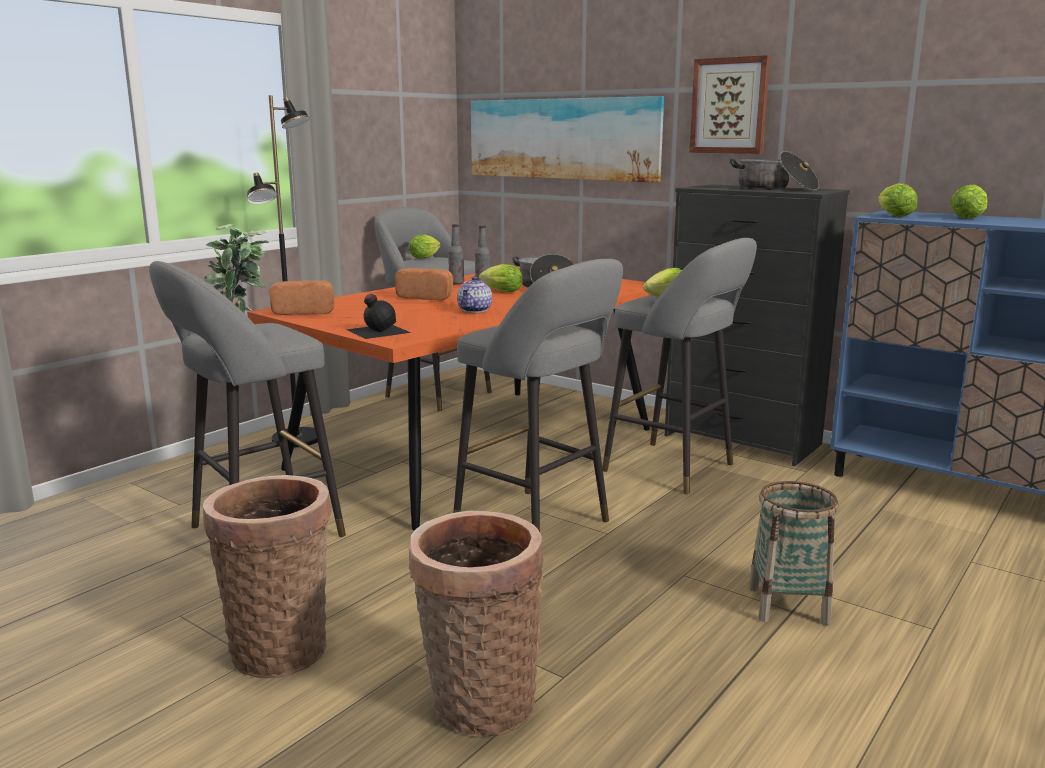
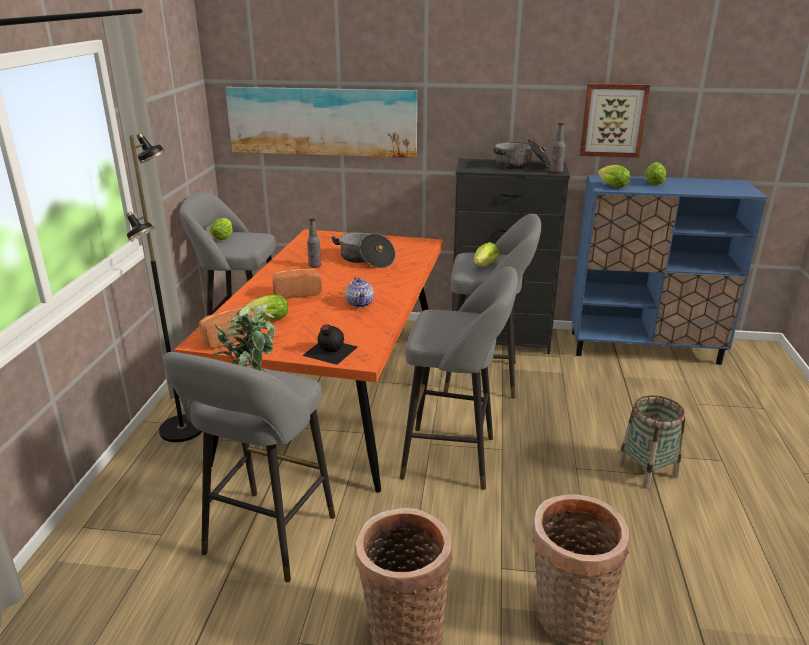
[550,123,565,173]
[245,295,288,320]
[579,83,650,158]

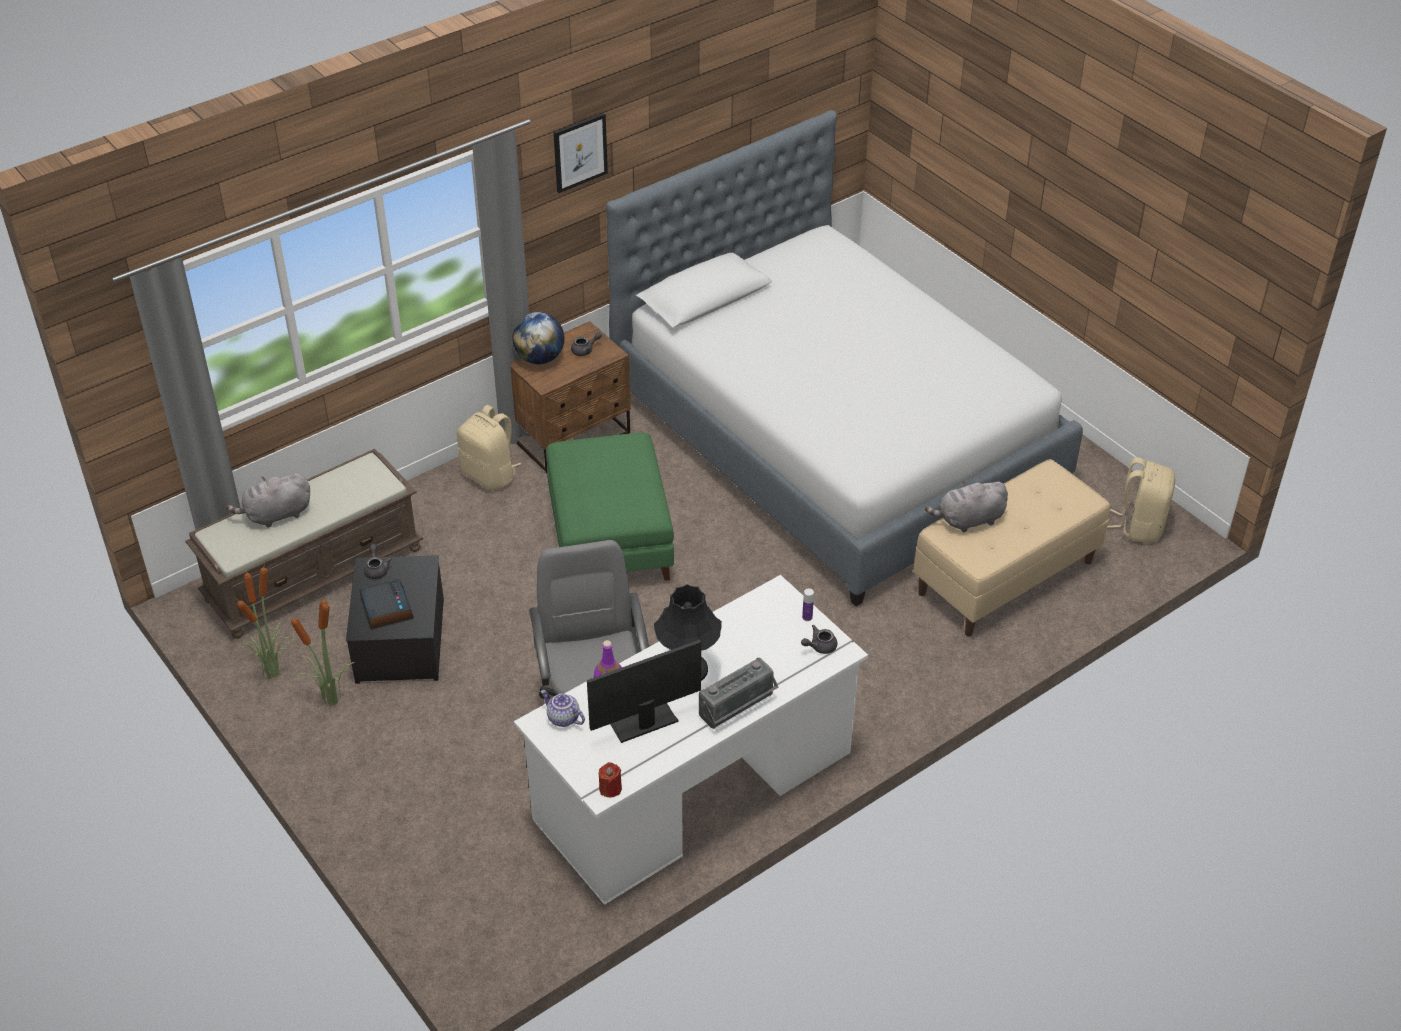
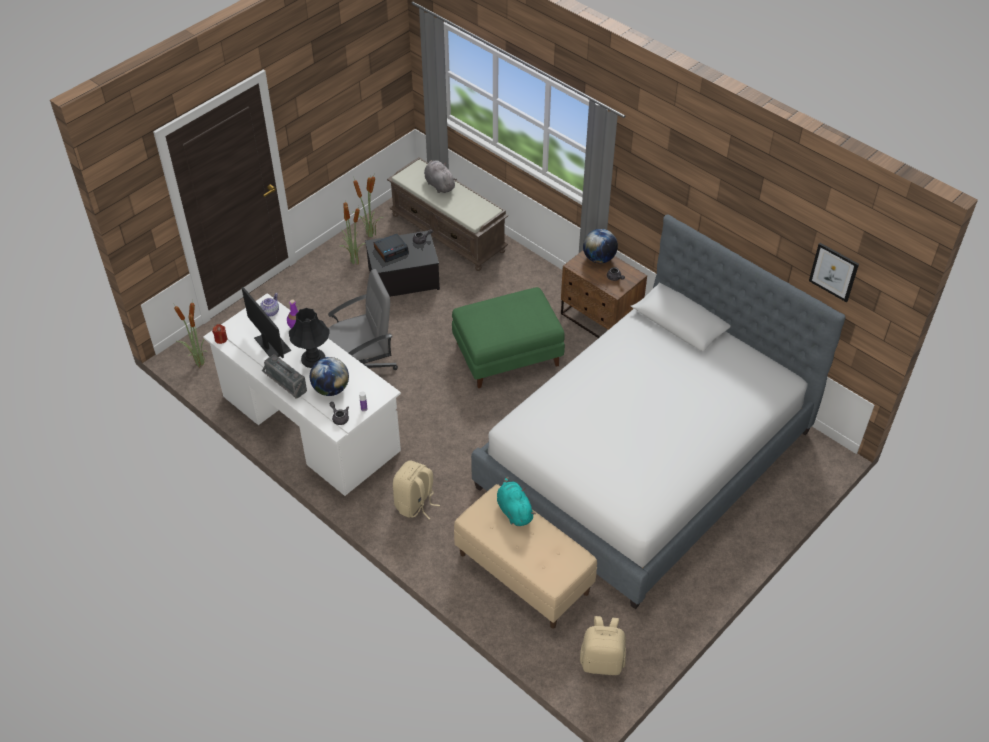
[174,300,208,367]
[310,357,349,396]
[393,460,440,519]
[809,243,859,302]
[497,476,536,526]

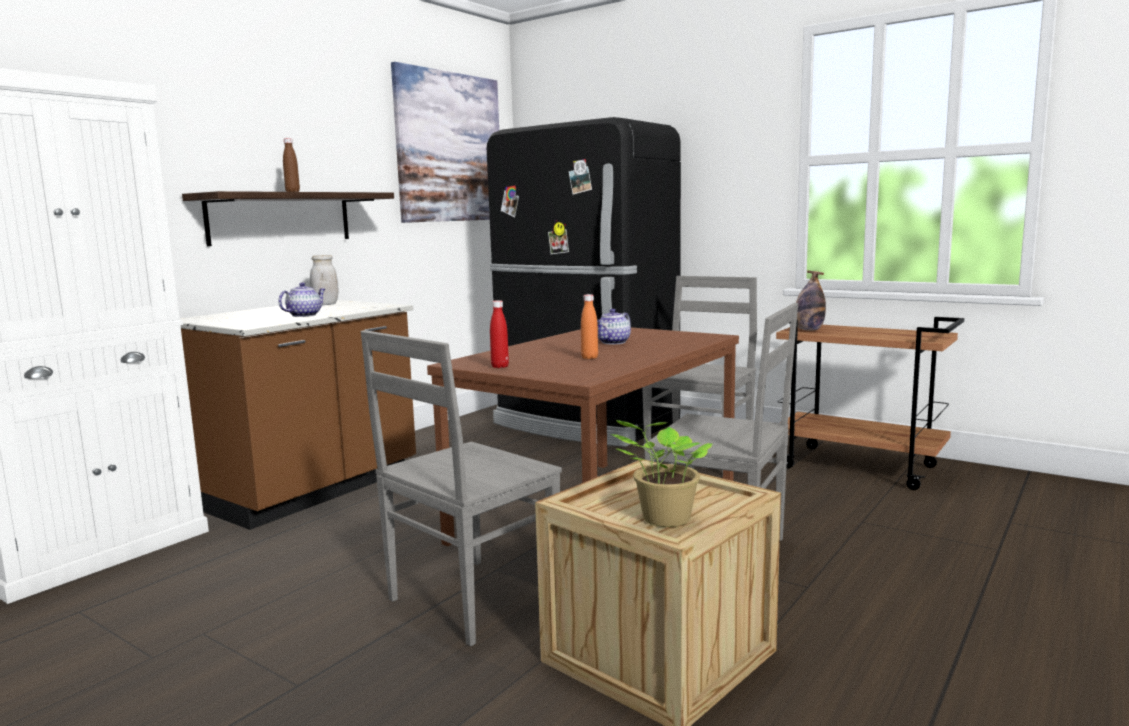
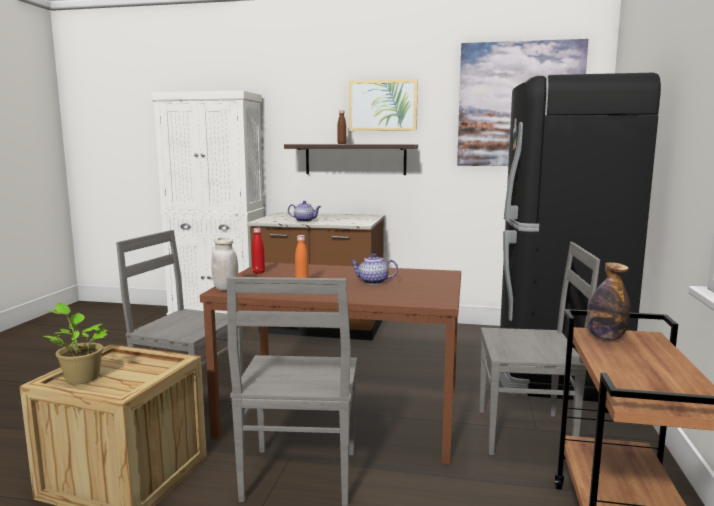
[349,80,418,131]
[211,238,238,291]

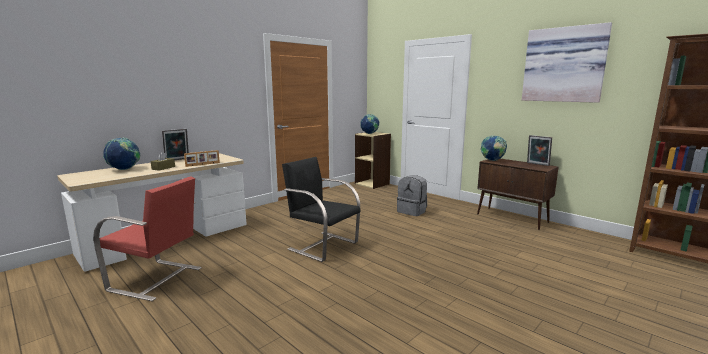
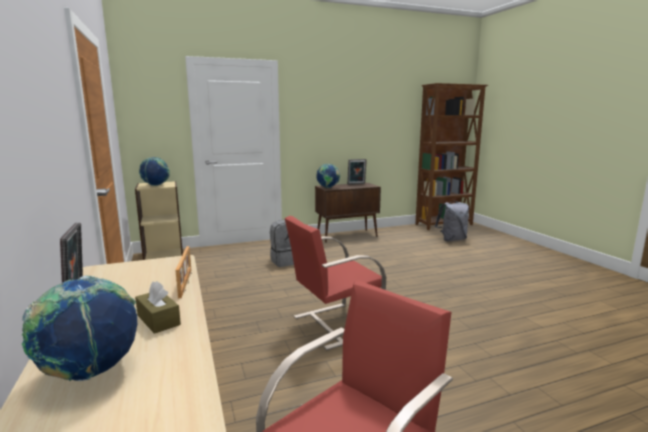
[522,22,612,103] (first image)
[435,201,469,241]
[285,216,386,350]

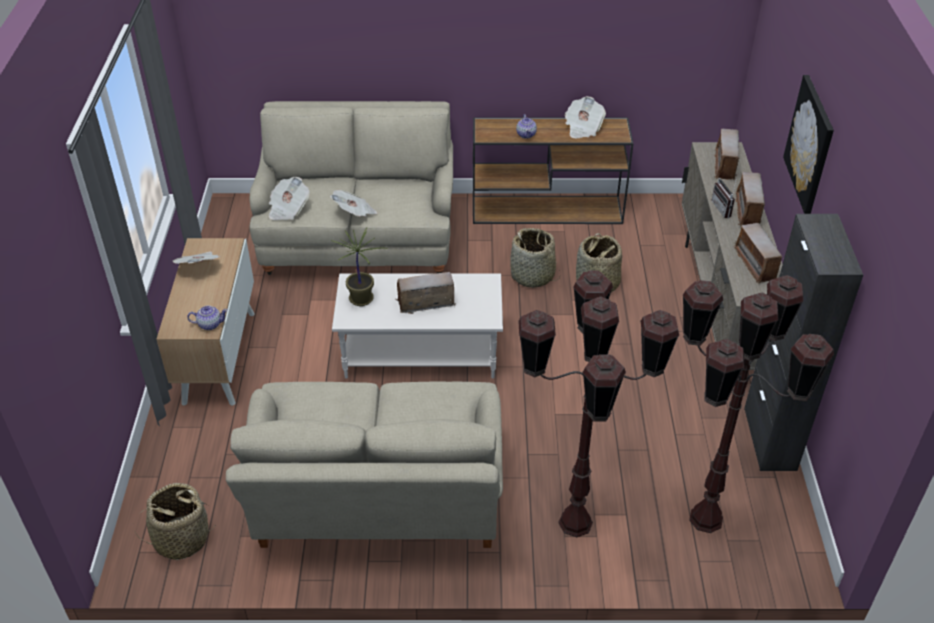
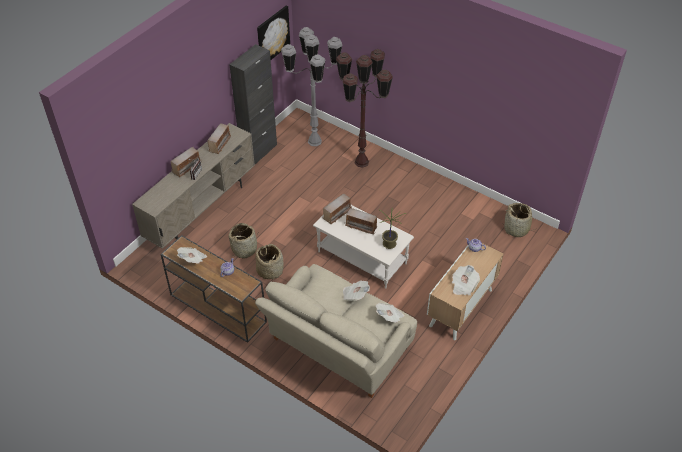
[226,382,503,548] (first image)
[322,194,352,224]
[257,5,290,60]
[281,27,342,147]

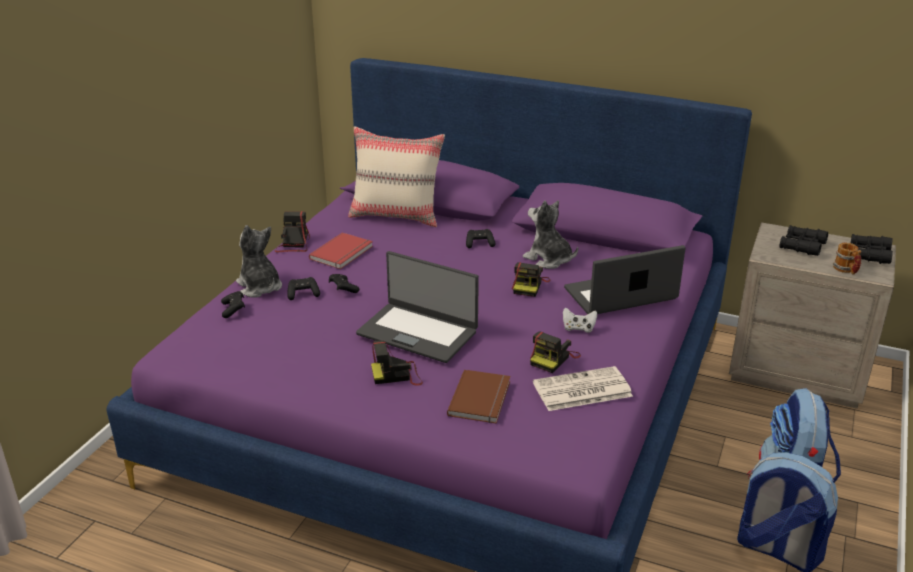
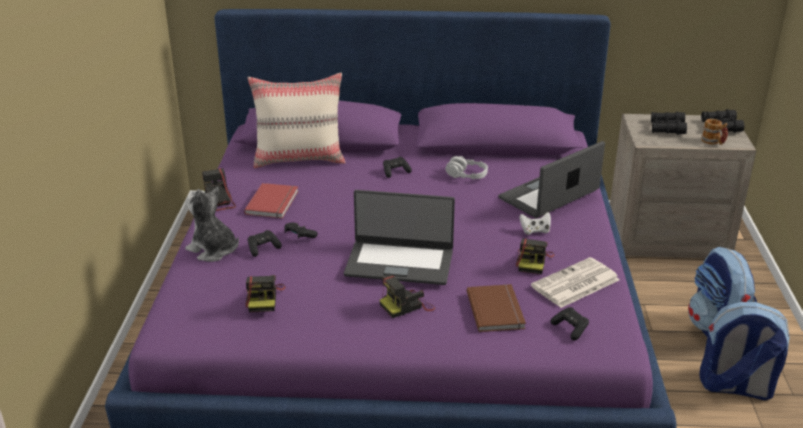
[551,307,589,340]
[245,275,285,312]
[445,156,488,179]

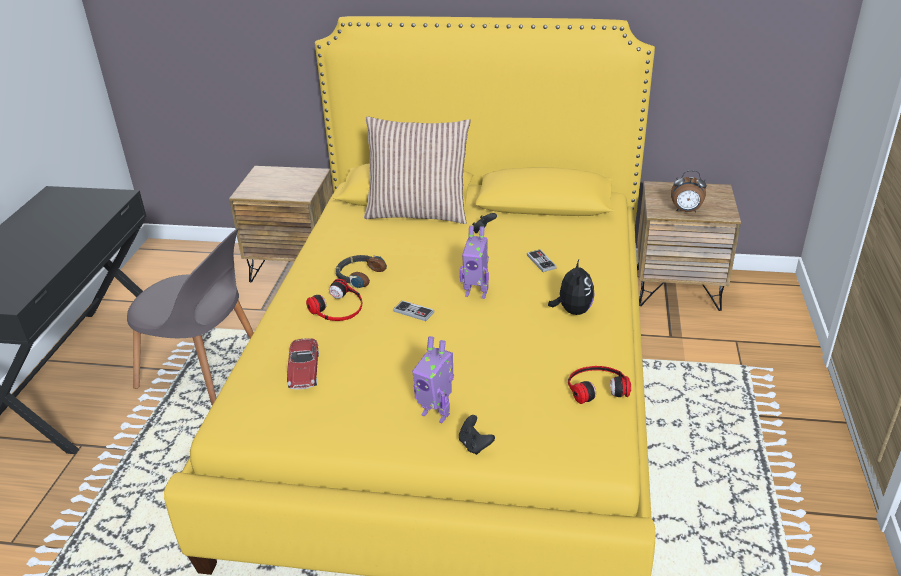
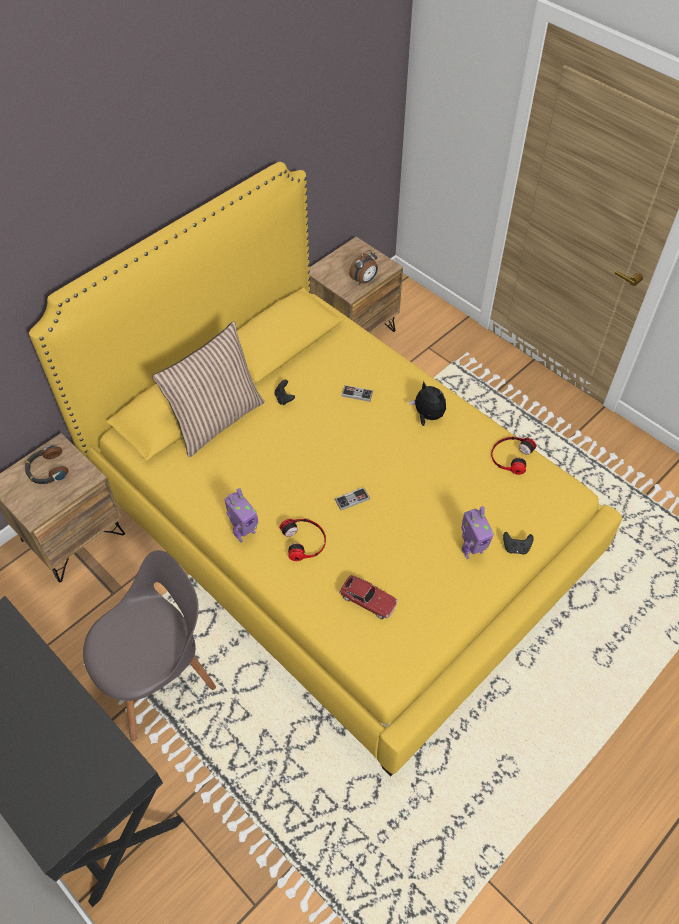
[25,445,69,484]
[224,488,258,543]

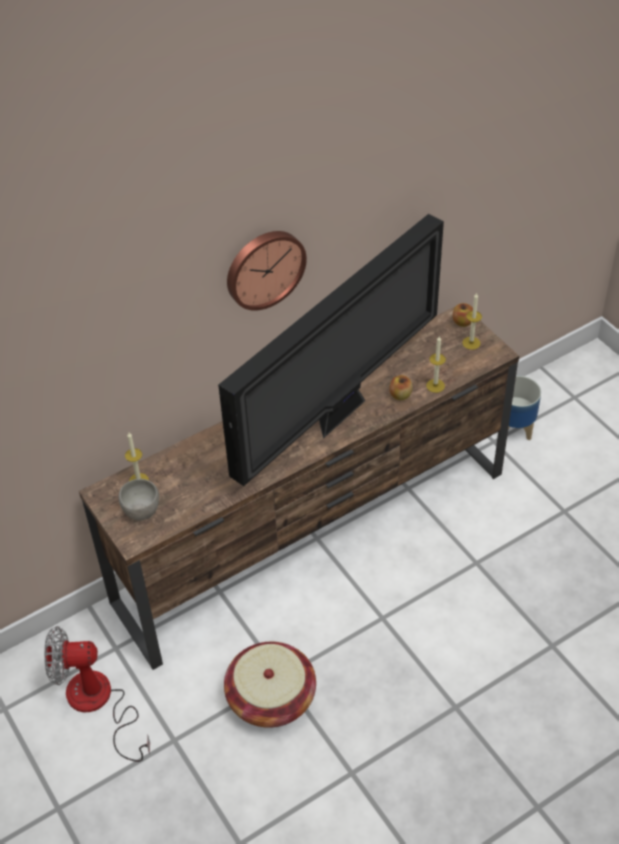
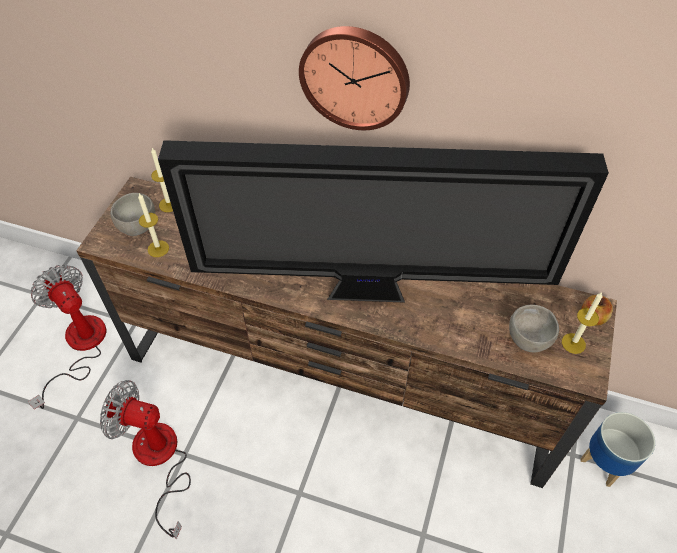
[389,375,413,400] (first image)
[509,305,559,352]
[138,193,169,257]
[100,380,191,540]

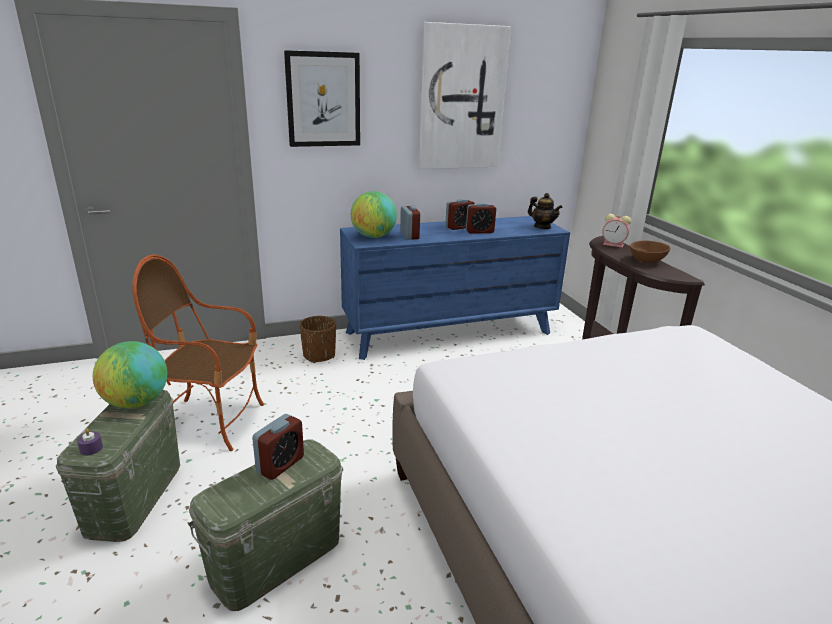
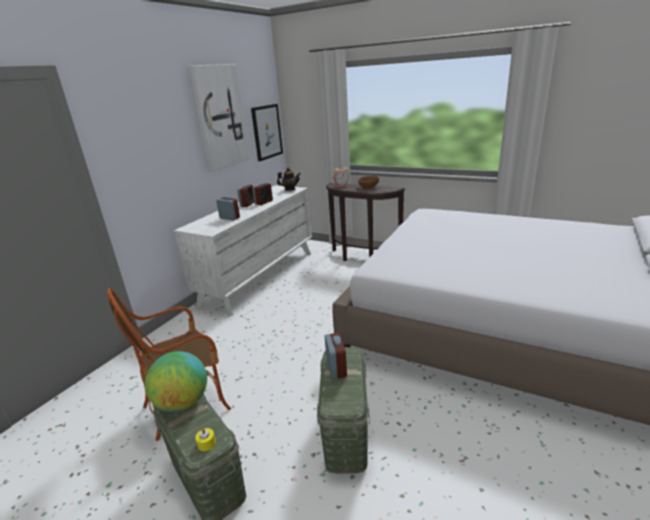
[300,316,336,363] (first image)
[351,191,397,238] (first image)
[251,104,283,161]
[195,428,216,451]
[174,185,312,317]

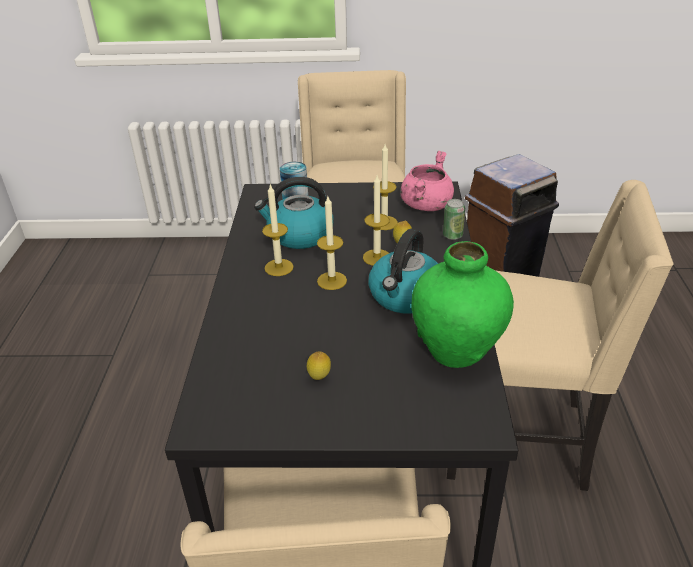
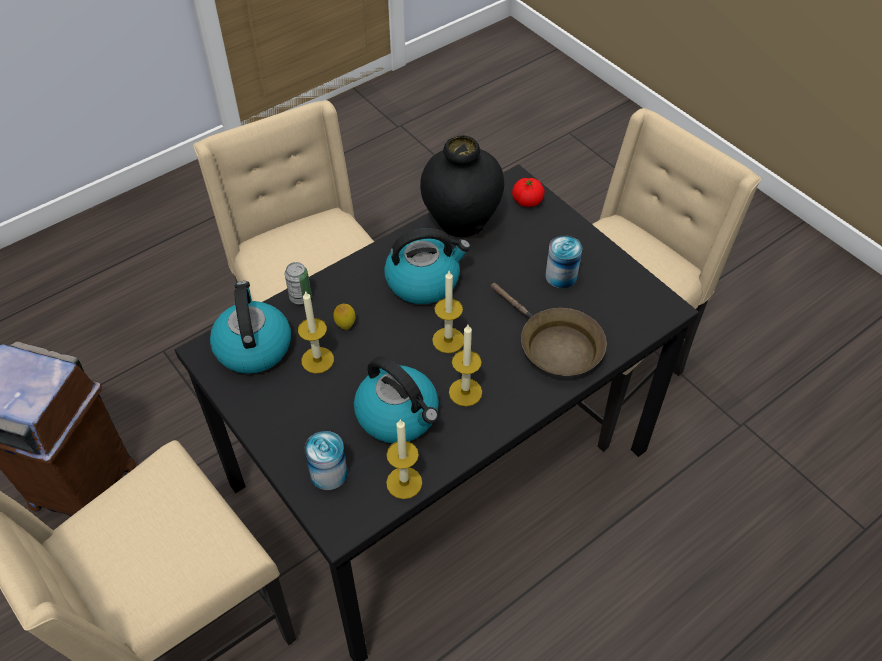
[491,283,607,377]
[512,178,545,207]
[386,419,422,499]
[545,235,582,289]
[210,281,291,374]
[420,135,504,237]

